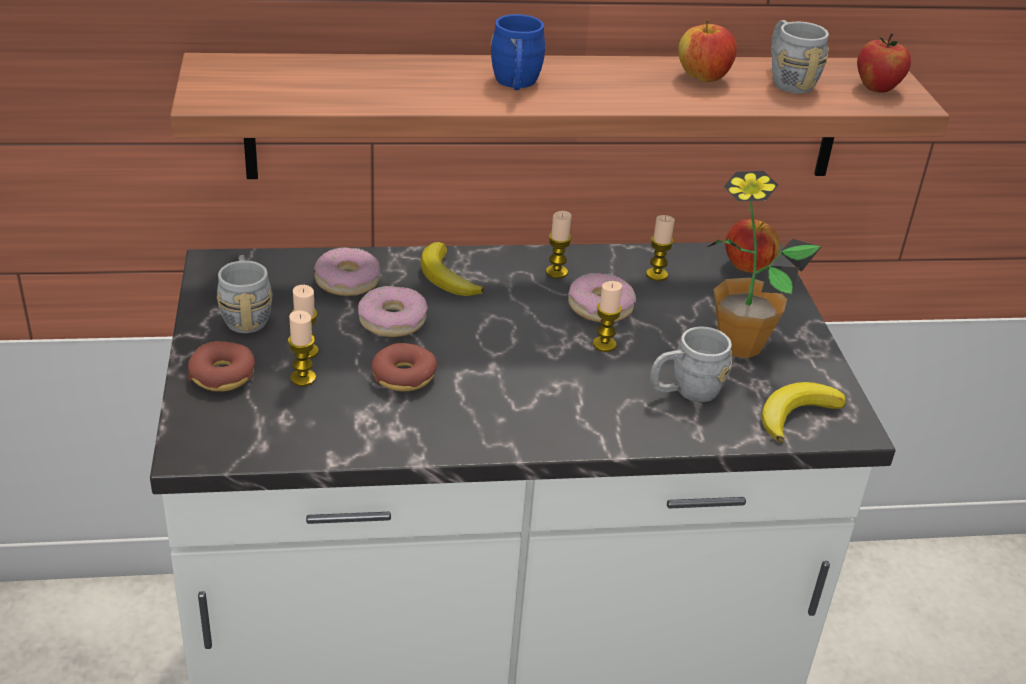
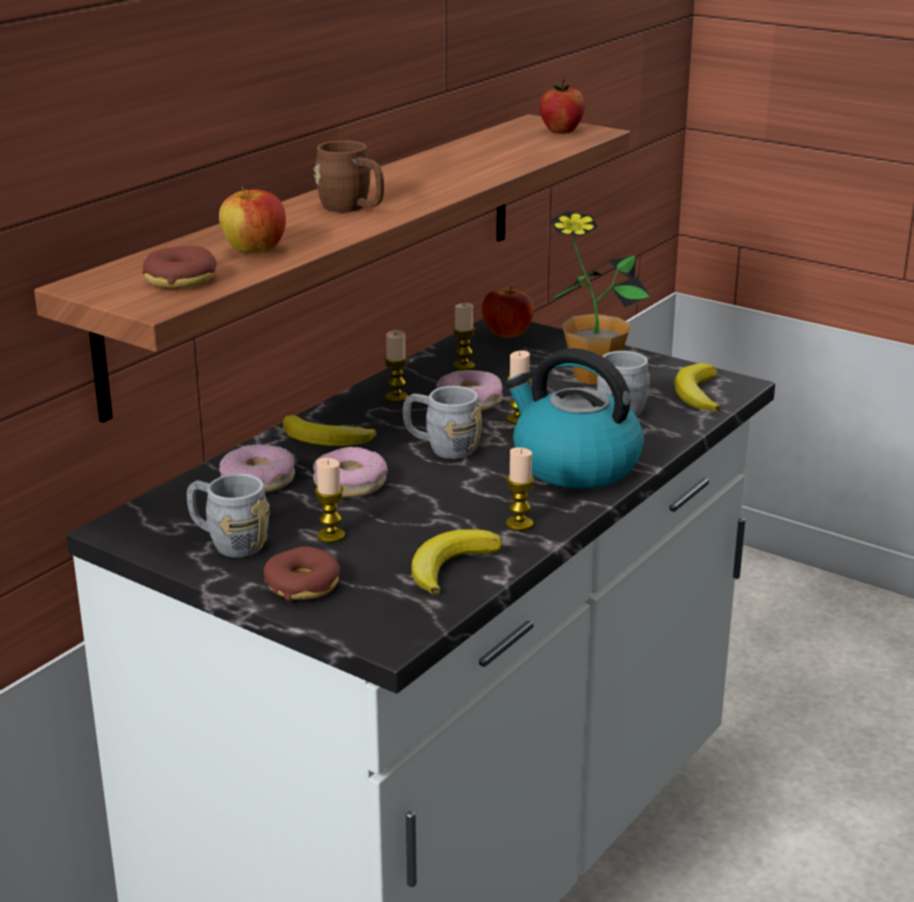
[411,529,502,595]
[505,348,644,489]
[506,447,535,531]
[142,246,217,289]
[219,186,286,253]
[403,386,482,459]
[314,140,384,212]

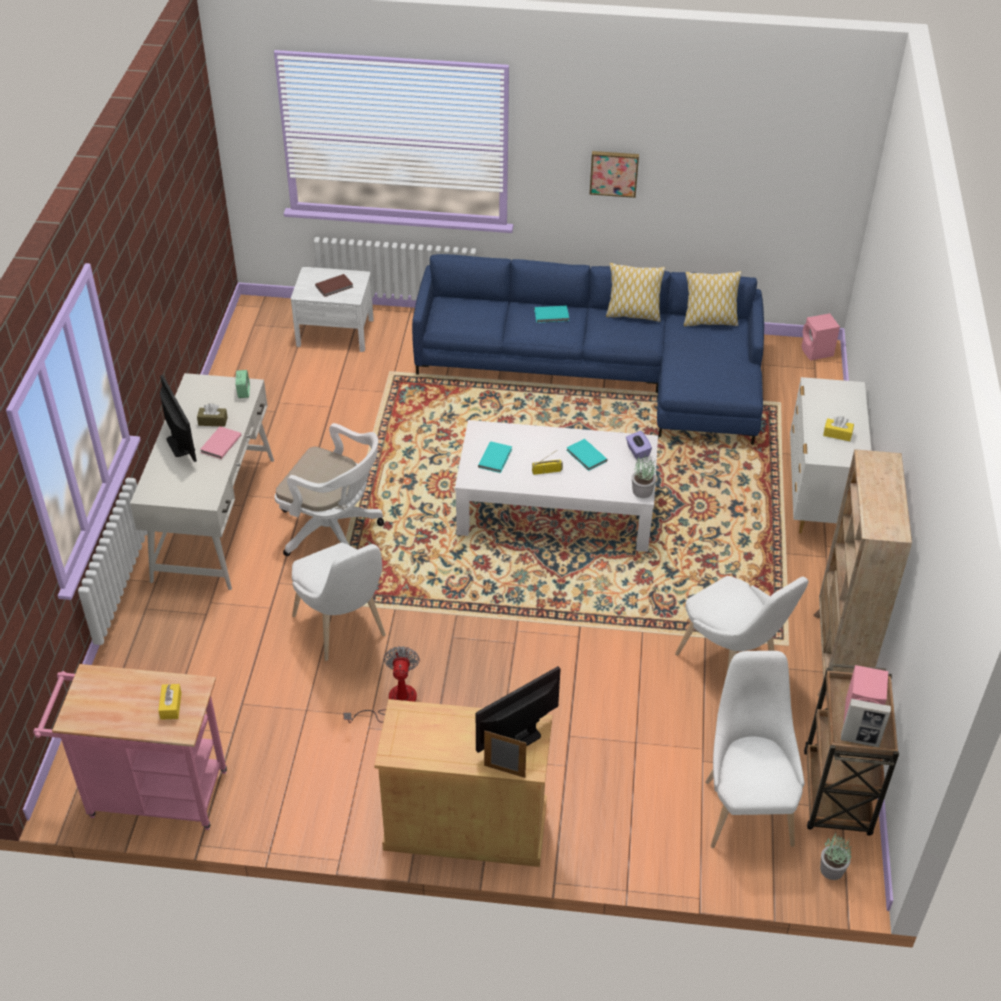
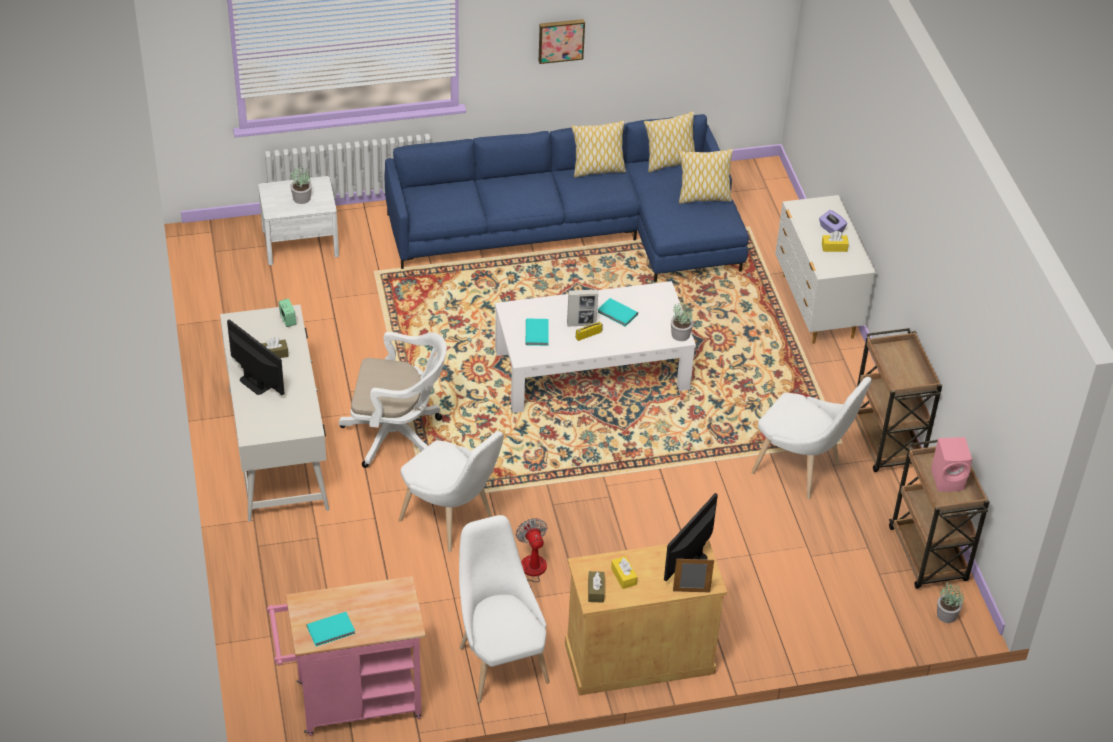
[200,426,241,459] (first image)
[801,313,840,360] (first image)
[588,571,605,603]
[679,149,733,204]
[611,556,637,589]
[307,612,355,646]
[819,210,847,233]
[459,515,550,703]
[567,290,598,327]
[290,166,312,204]
[855,328,942,472]

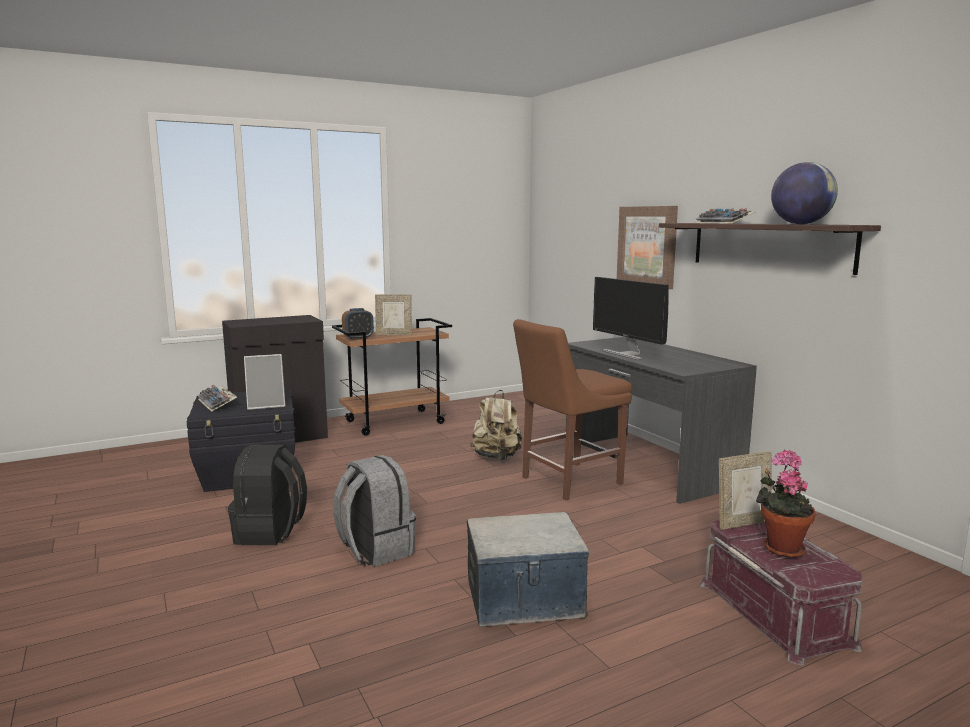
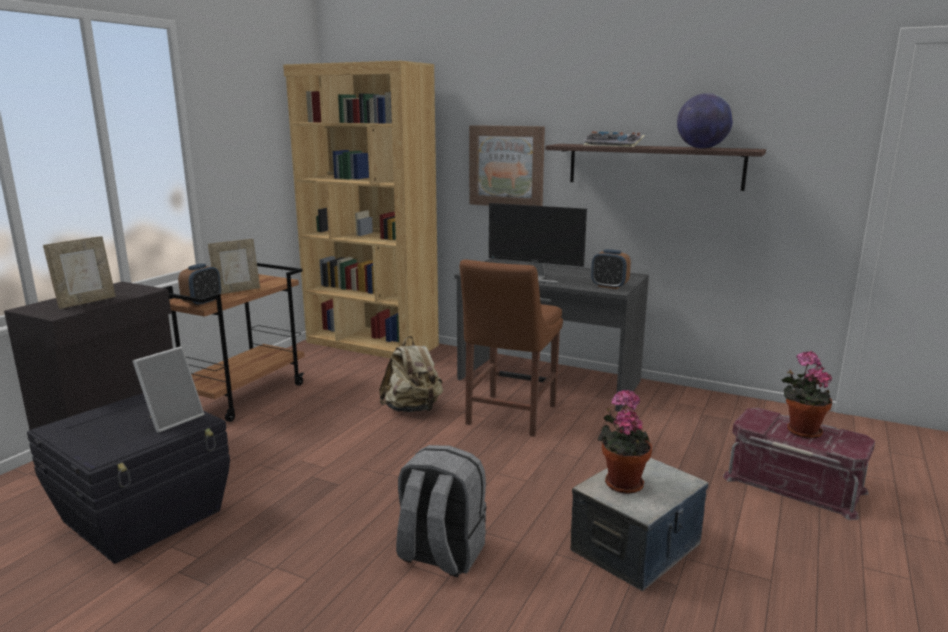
[197,385,237,412] (first image)
[228,444,307,545] (first image)
[283,61,439,358]
[591,249,631,289]
[598,389,652,494]
[43,236,116,309]

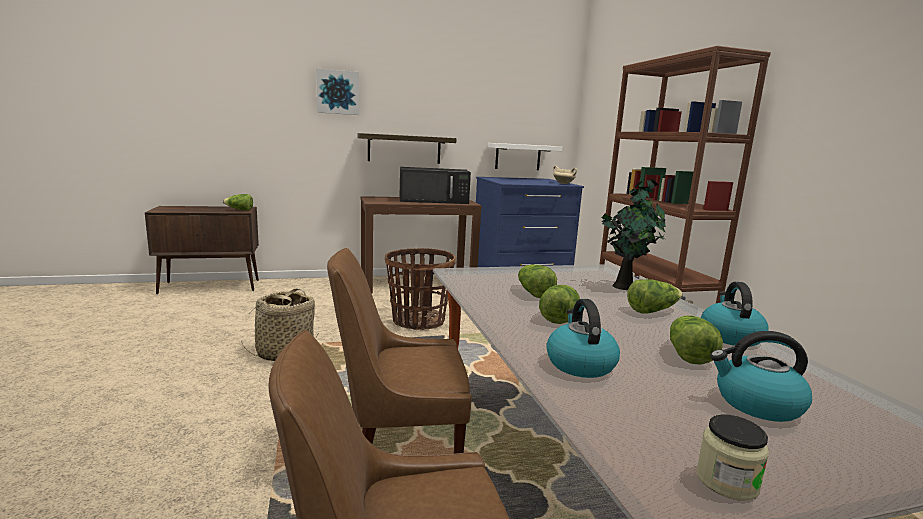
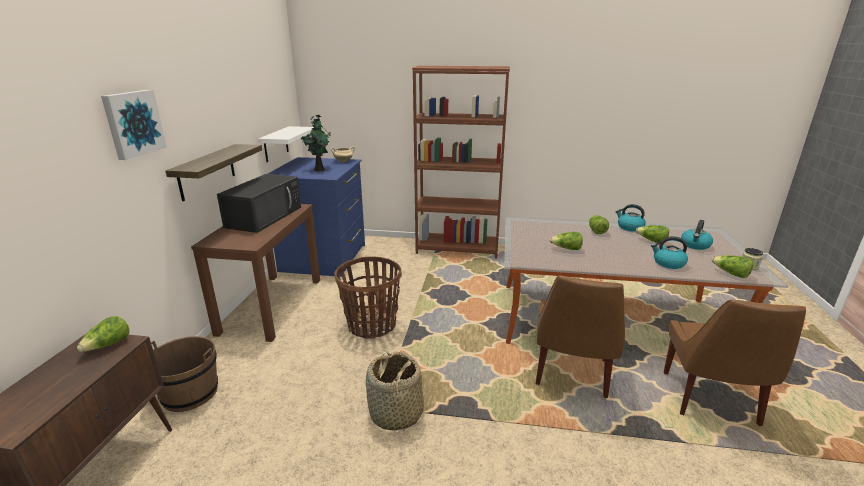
[151,336,218,412]
[712,255,753,278]
[301,115,331,171]

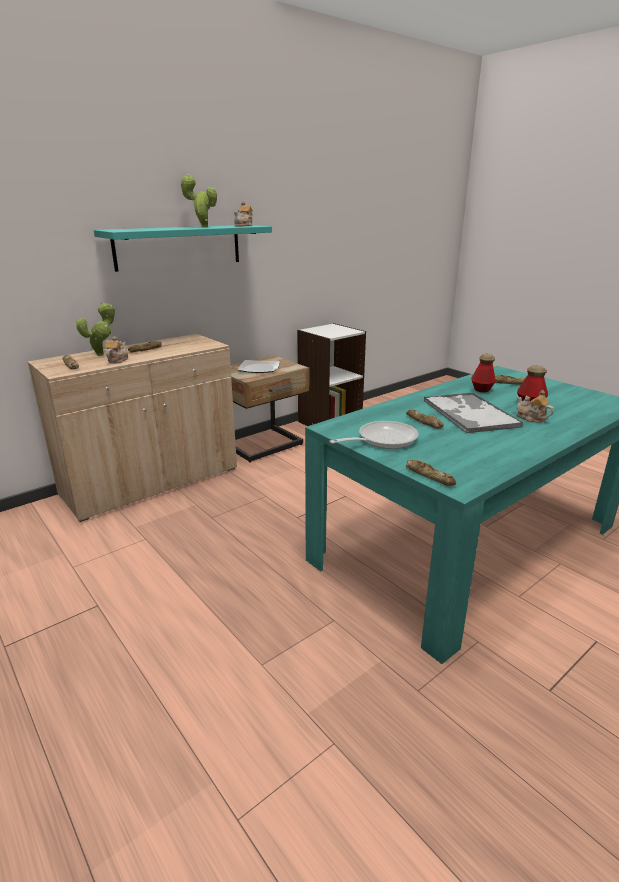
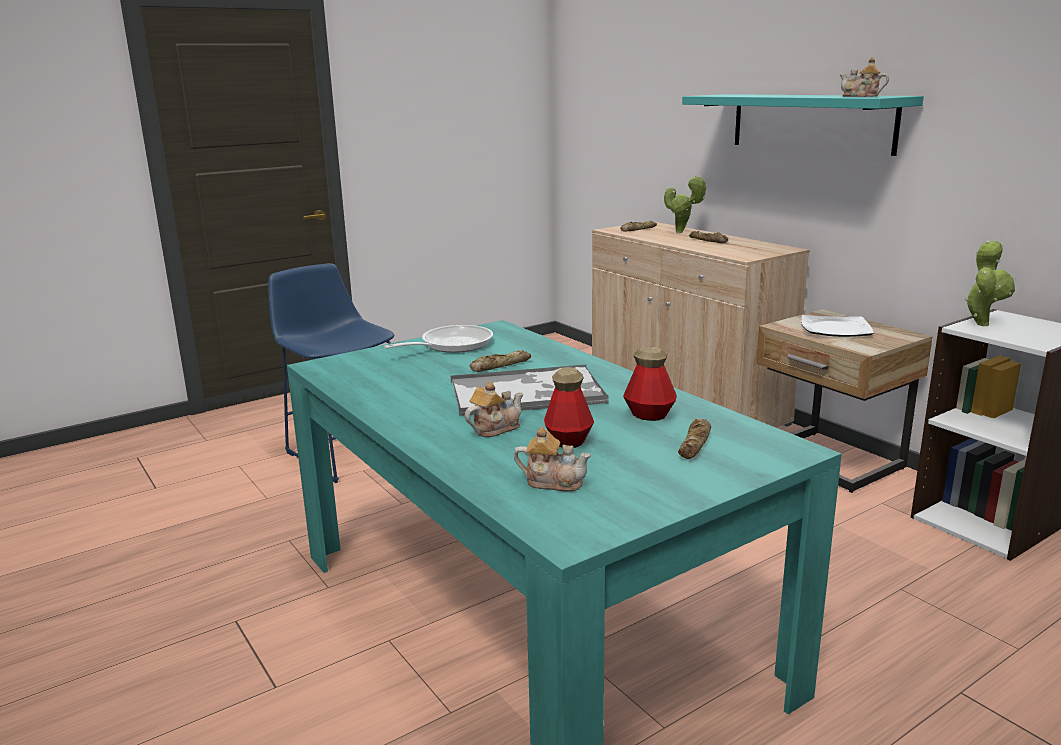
[406,460,456,486] (first image)
[268,263,395,483]
[513,426,591,492]
[965,240,1016,326]
[383,325,493,353]

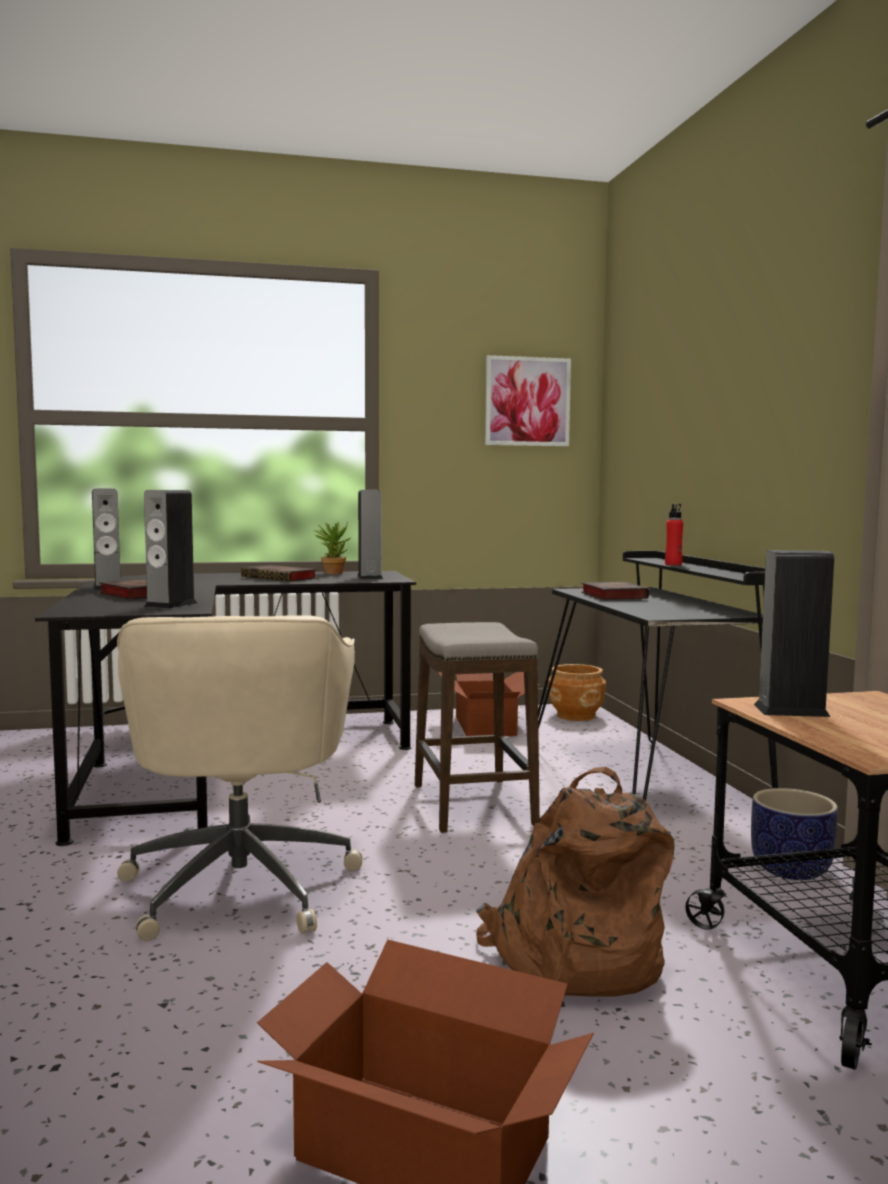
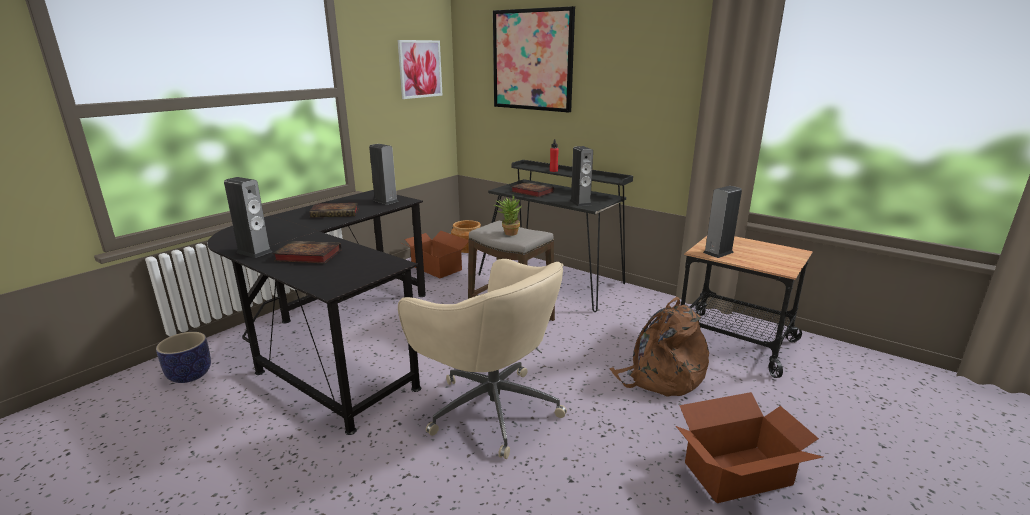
[493,6,575,113]
[570,146,593,206]
[494,196,522,236]
[156,332,211,383]

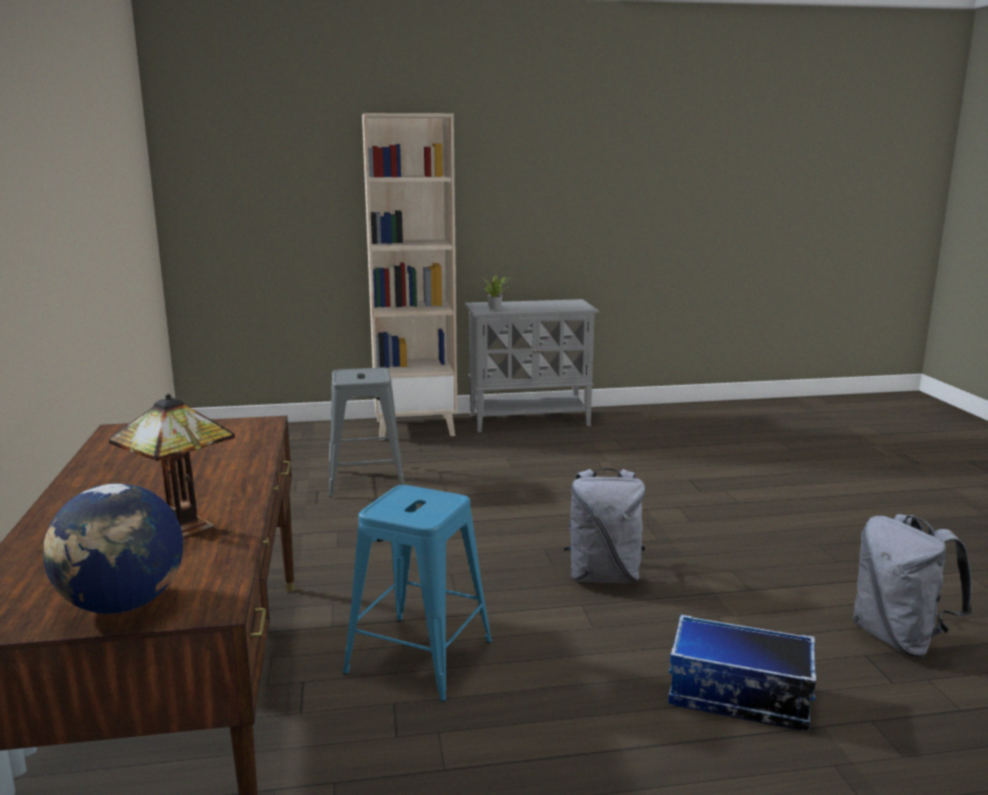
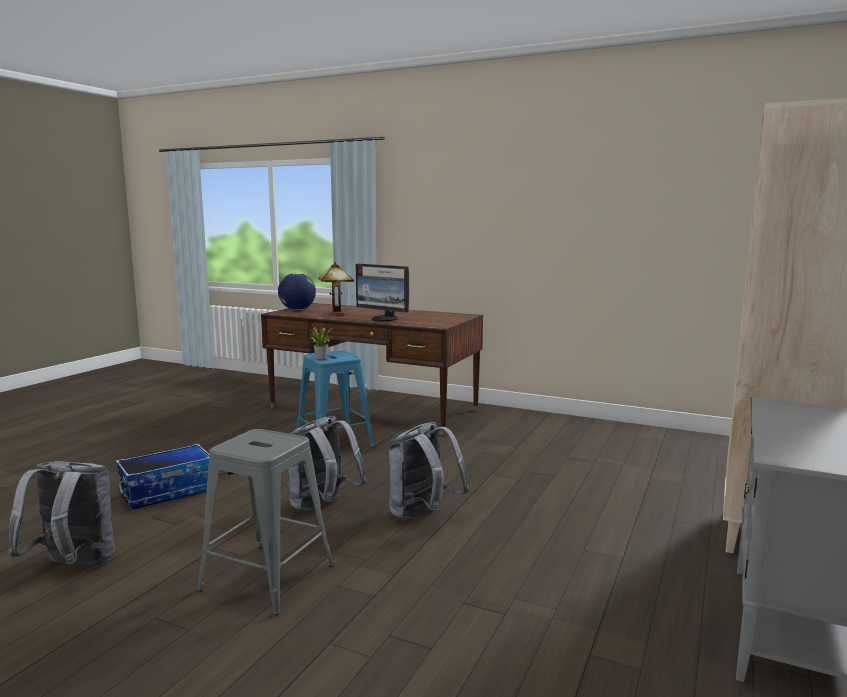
[355,264,409,322]
[389,422,469,521]
[198,429,333,615]
[308,326,332,359]

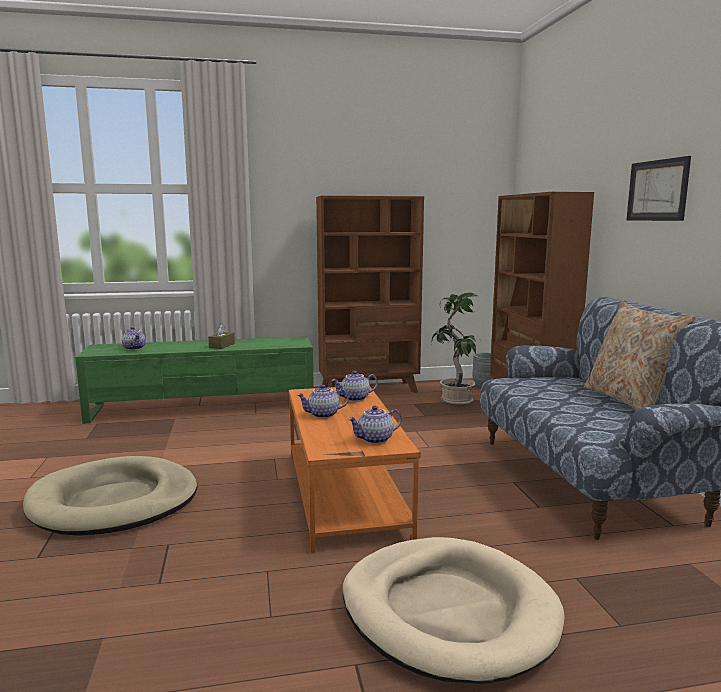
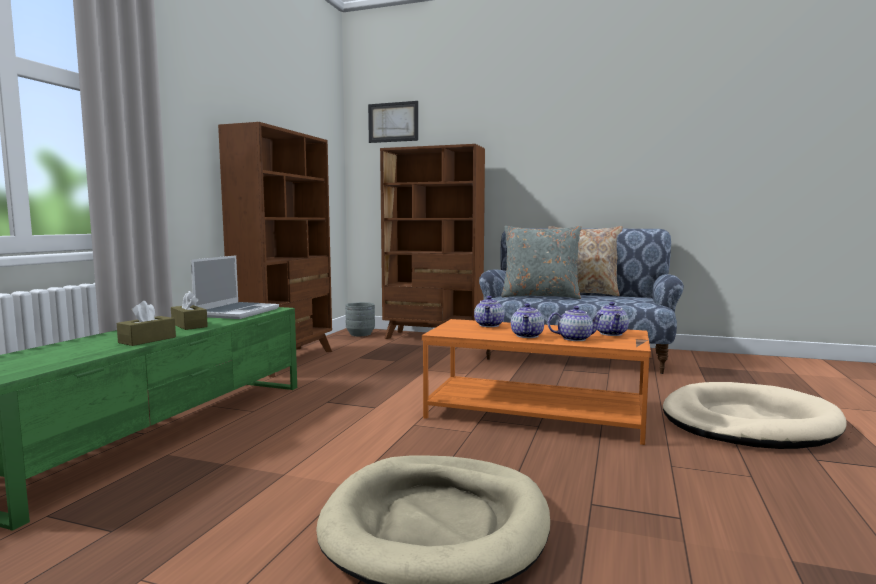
[432,293,479,404] (first image)
[117,301,176,346]
[191,255,279,319]
[501,226,582,299]
[548,306,604,341]
[368,101,418,143]

